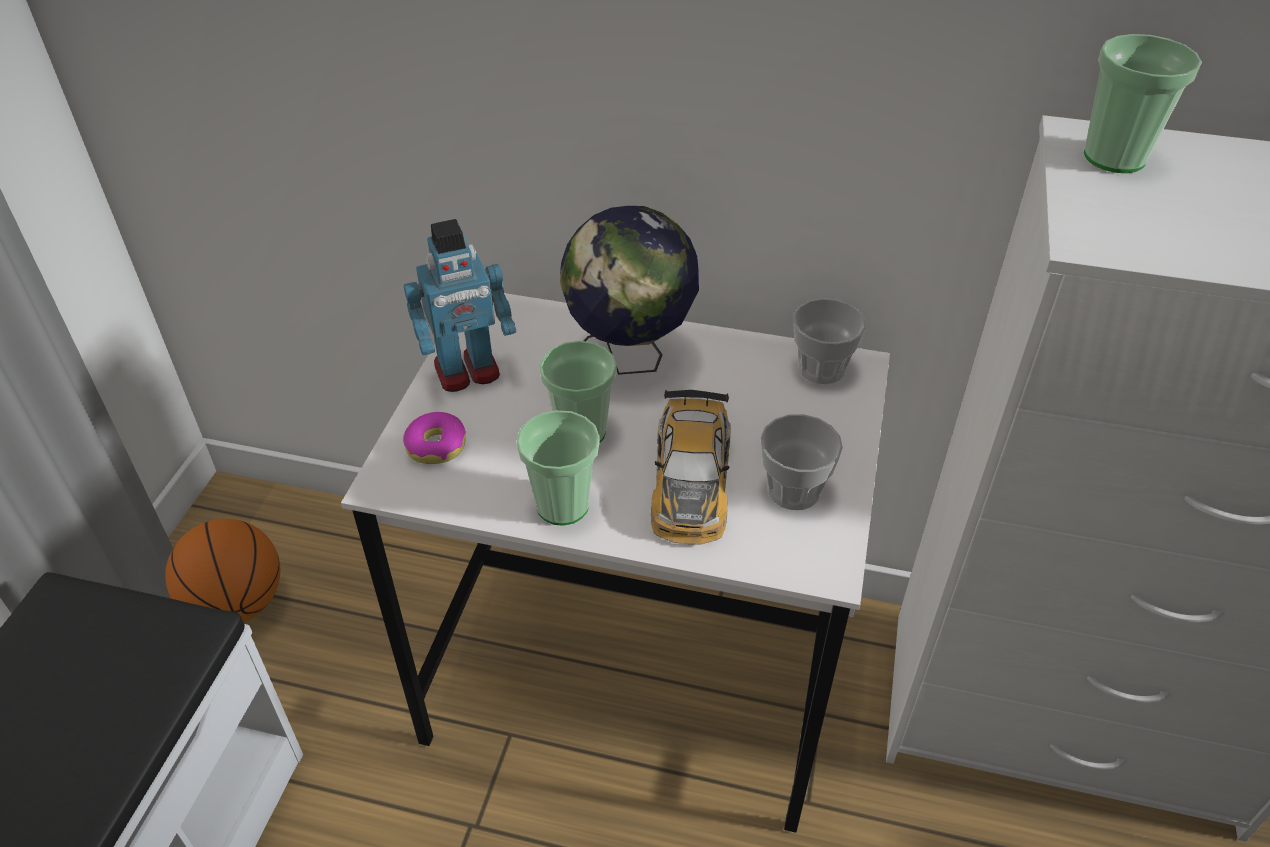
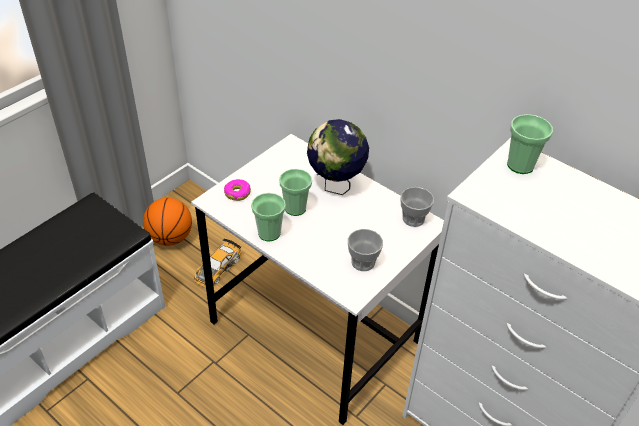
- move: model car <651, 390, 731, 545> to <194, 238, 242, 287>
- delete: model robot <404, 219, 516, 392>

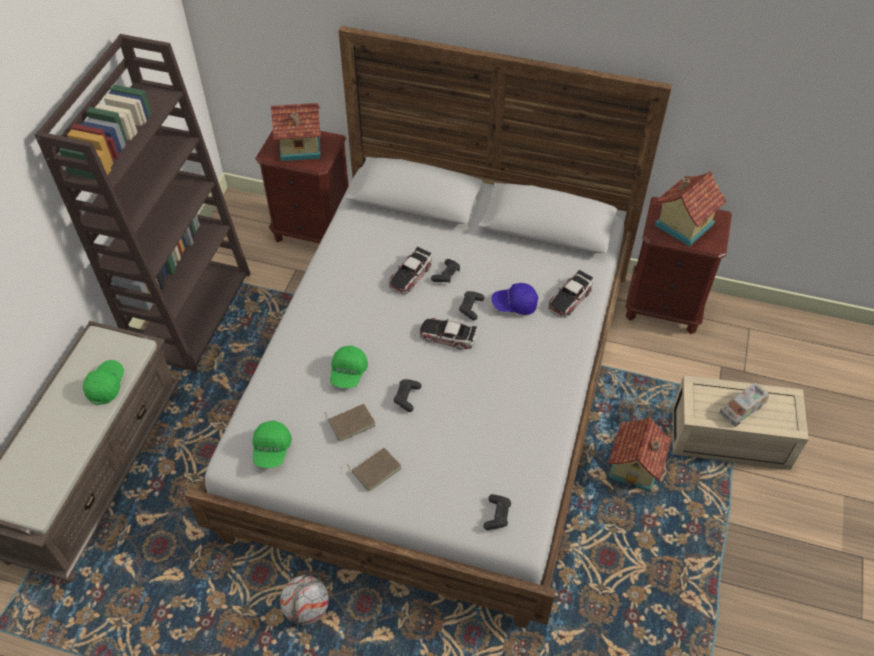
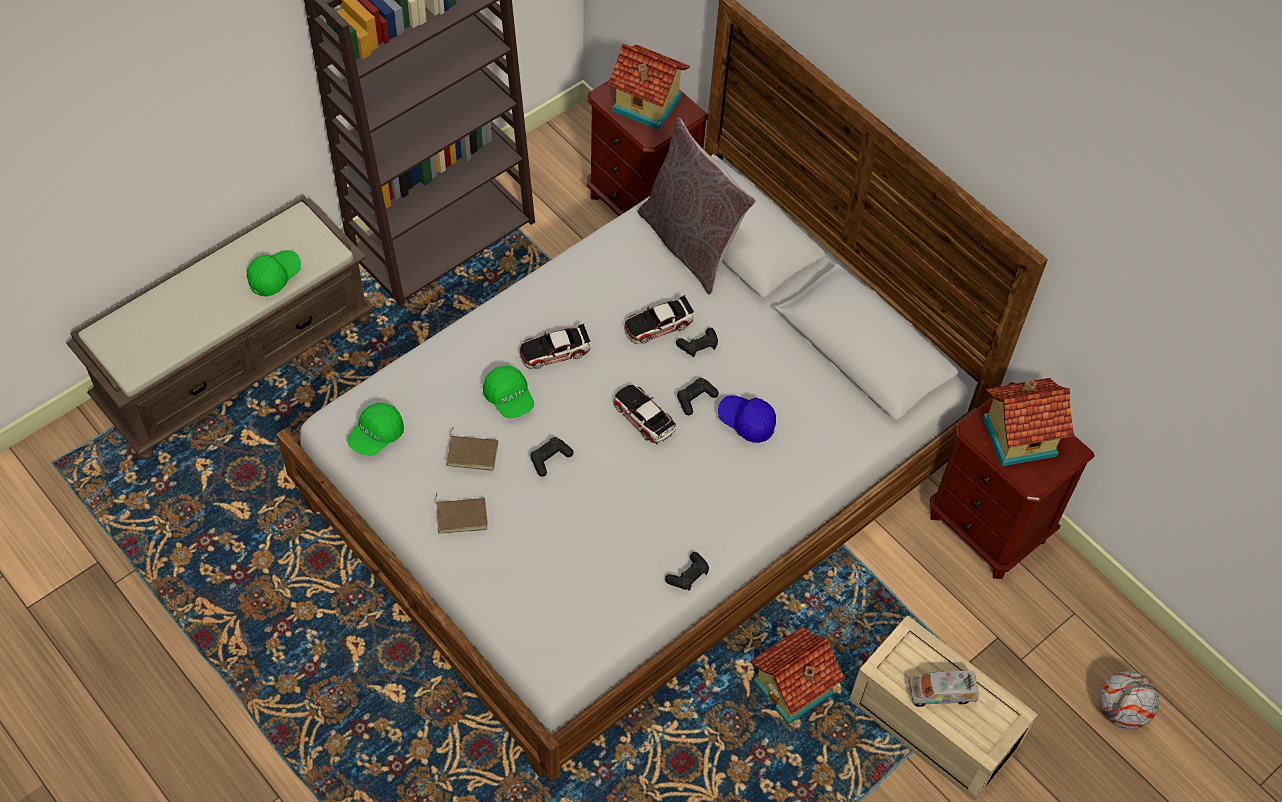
- rotate: greenish baseball cap <330, 346, 368, 388> = <483, 366, 534, 418> 75 degrees counterclockwise
- move: model car <548, 269, 593, 318> to <519, 324, 591, 369>
- insert: grey throw pillow <637, 118, 756, 295>
- move: black-coloured gamepad <483, 494, 511, 530> to <665, 552, 709, 591>
- move: football ball <280, 575, 329, 625> to <1099, 671, 1159, 729>

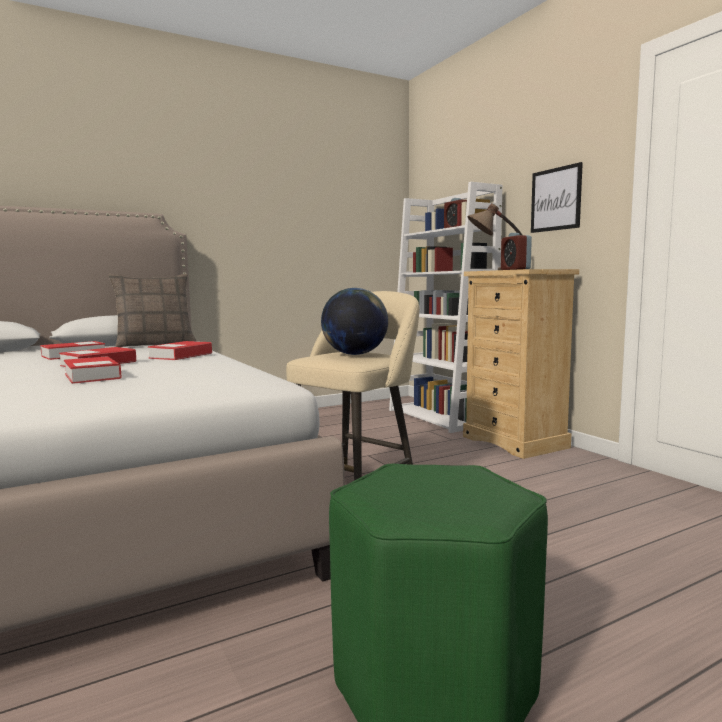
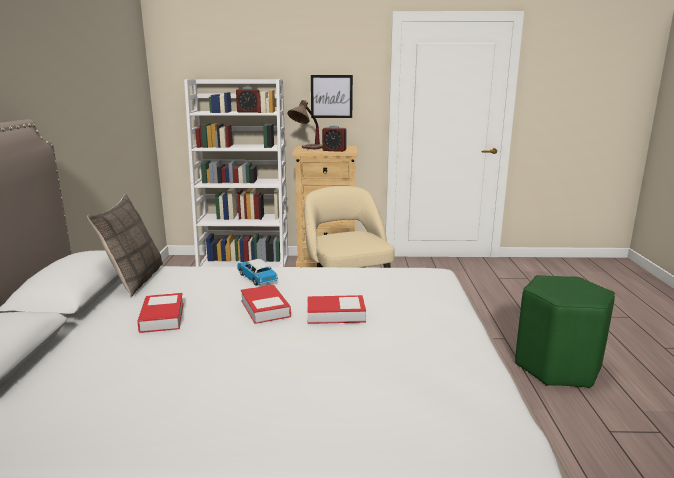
- replace: volume <148, 341, 212, 360> to model car <237, 259, 278, 286>
- delete: desk globe <321, 288, 388, 355>

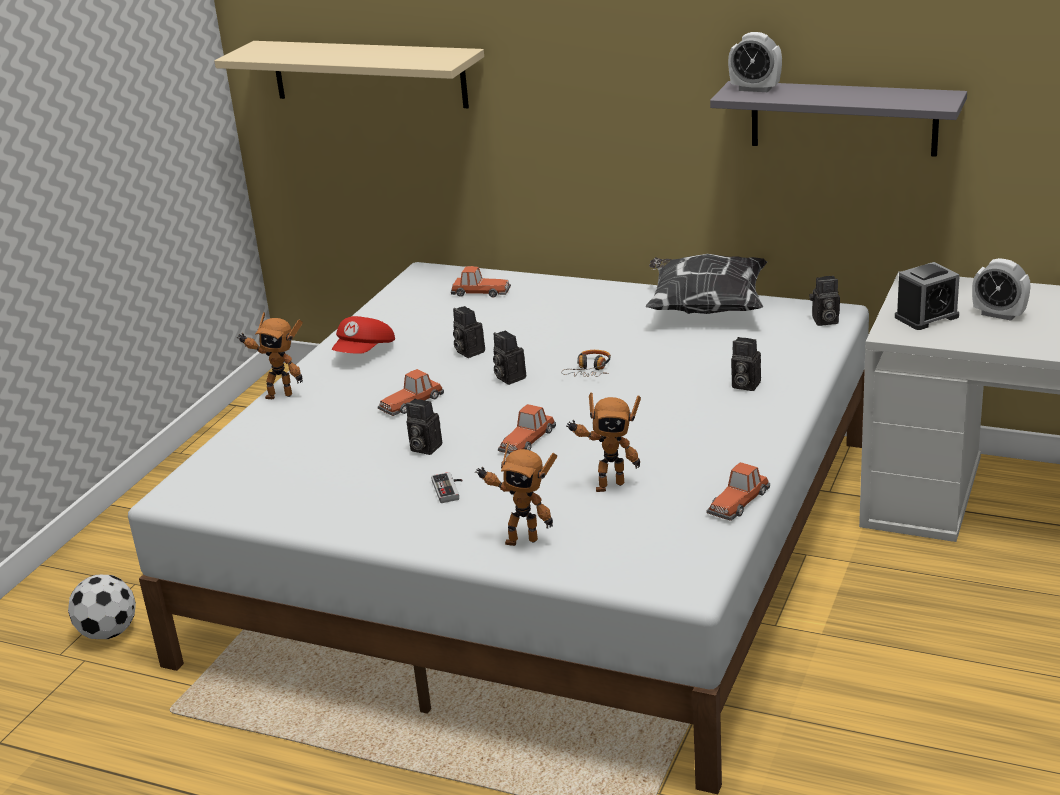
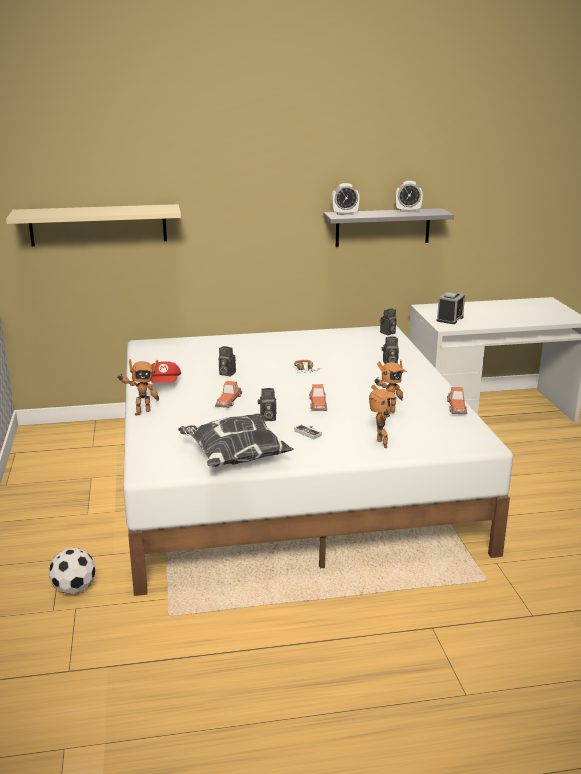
- move: throw pillow <646, 254, 767, 314> to <178, 414, 294, 467>
- rotate: model robot <475, 441, 557, 546> = <369, 384, 395, 448> 75 degrees counterclockwise
- move: alarm clock <972, 258, 1031, 321> to <395, 181, 423, 212>
- delete: model car <451, 266, 511, 298>
- delete: photo camera <493, 331, 526, 385>

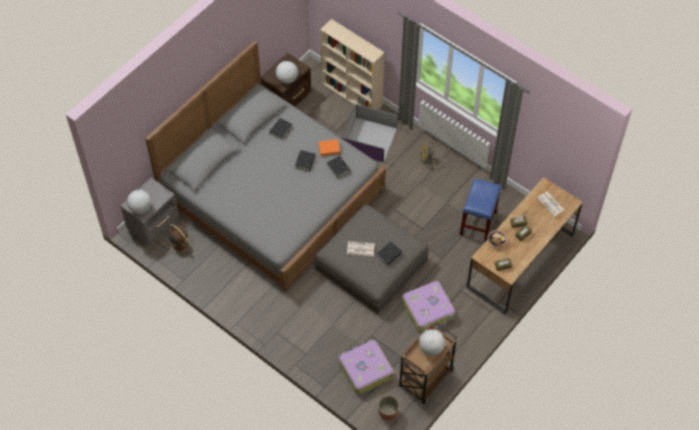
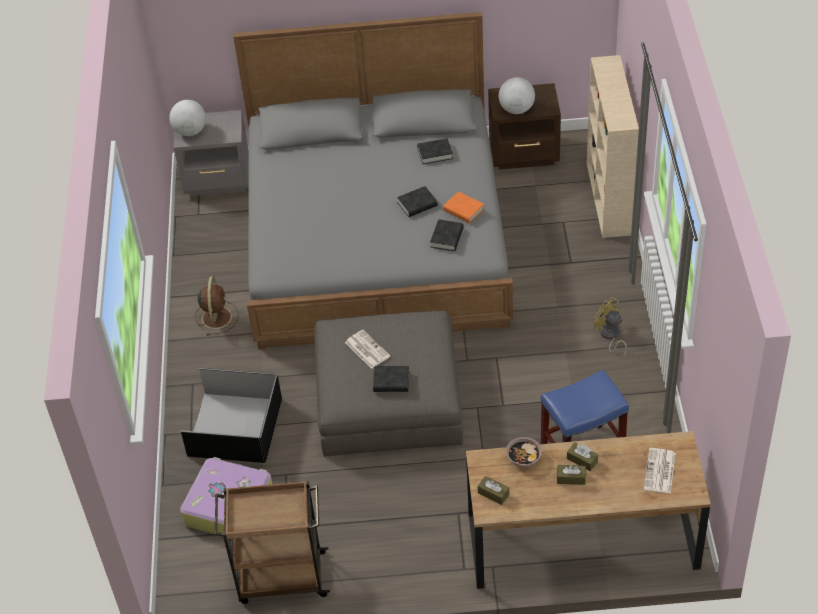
- insert: black-coloured storage bin <181, 368, 282, 463>
- move: brownish electric fan <166, 224, 194, 256> to <195, 276, 238, 335>
- delete: purplish storage bin <341, 104, 398, 162>
- delete: flower pot <378, 396, 399, 421>
- delete: travel case <402, 281, 455, 333>
- delete: desk globe <419, 329, 445, 356>

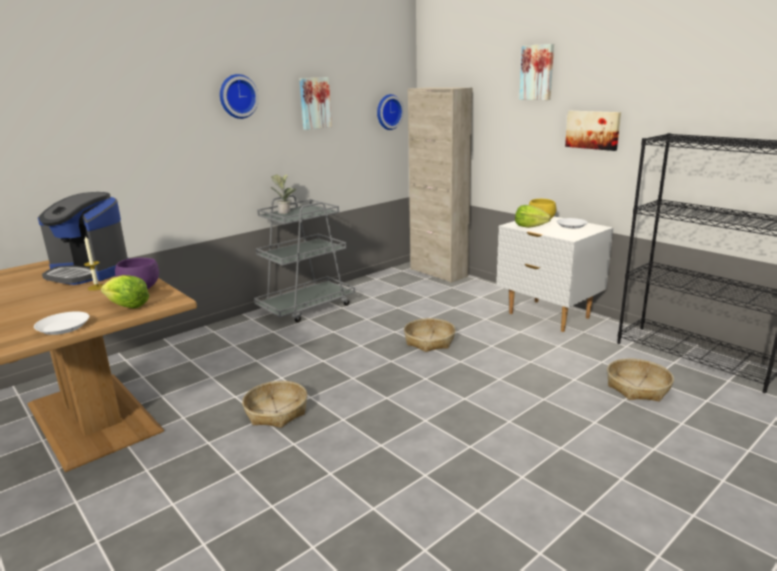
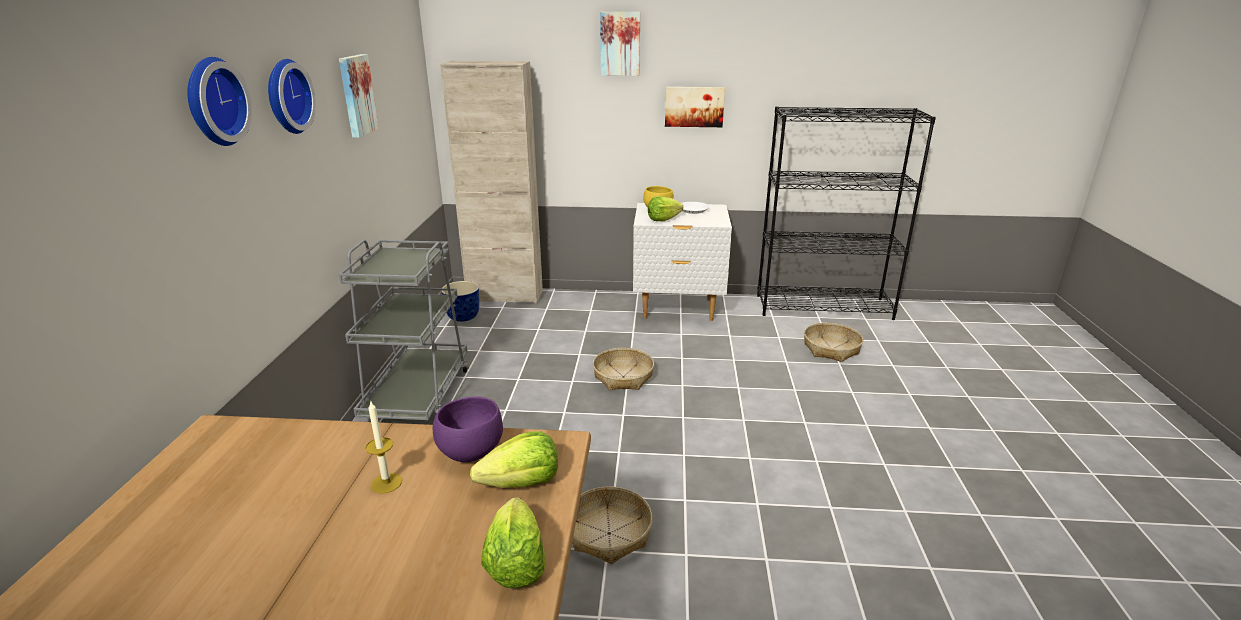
- move: clock on the wall <377, 94, 404, 130> to <187, 57, 252, 146>
- insert: flower pot <441, 281, 479, 322>
- replace: white-coloured flat dish <34, 311, 89, 335> to head of lettuce <481, 498, 545, 589>
- delete: coffee brewer <38, 192, 128, 285>
- delete: houseplant <270, 173, 297, 214>

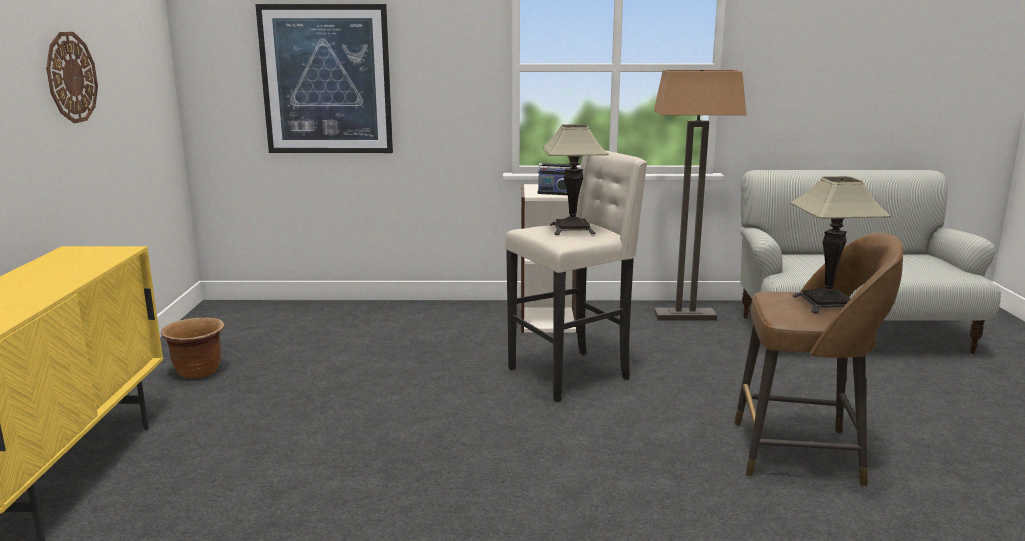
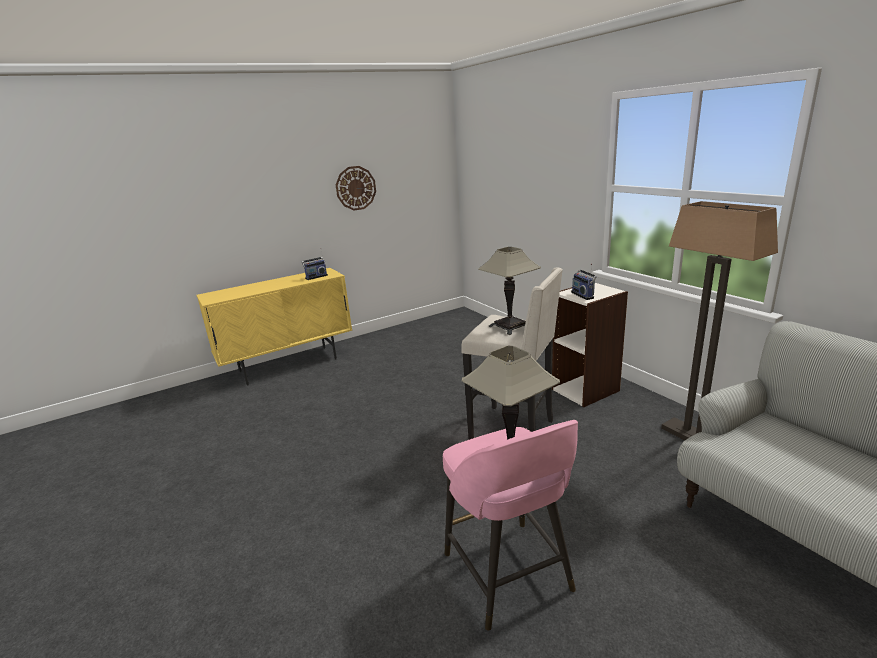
- insert: radio receiver <302, 248, 328, 280>
- recolor: brownish stool <734, 233, 903, 487> to pinkish stool <443, 420, 578, 631>
- delete: brownish flower pot <161, 318, 225, 379>
- delete: picture <255, 4, 393, 153>

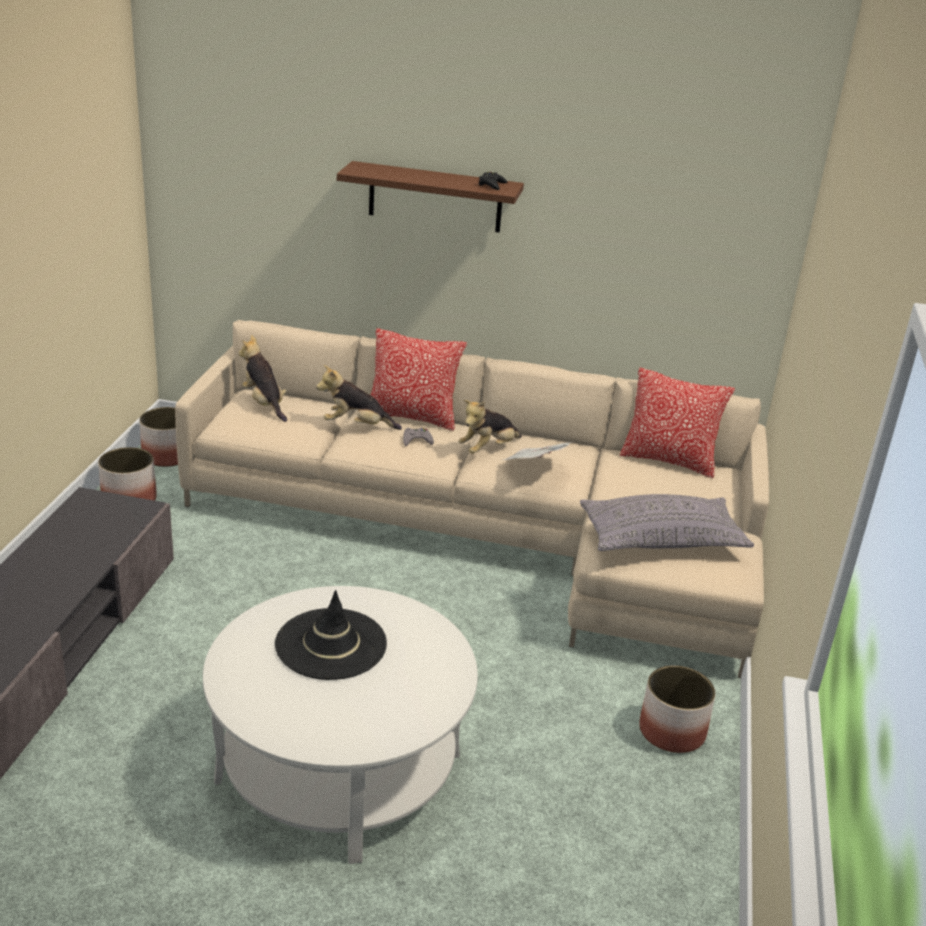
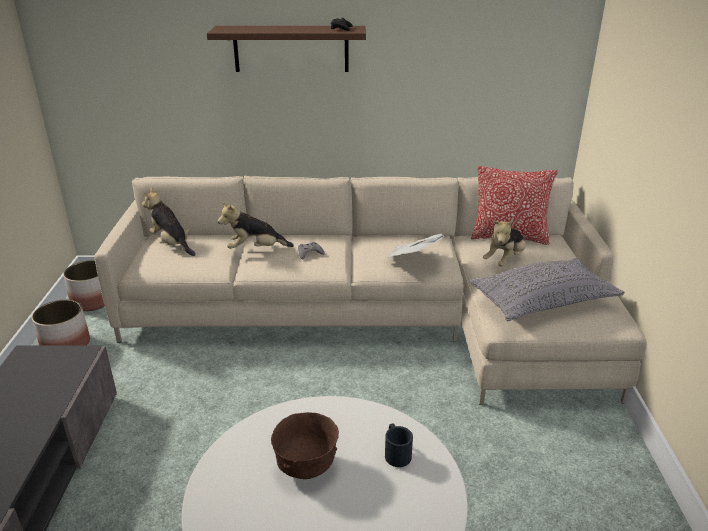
- replace: black-coloured wearable hat <275, 590, 387, 680> to brownish serving bowl <271, 412, 339, 479>
- insert: black-coloured mug <385, 424, 413, 467>
- move: plush toy <458, 400, 521, 454> to <483, 220, 526, 266>
- delete: throw pillow <371, 328, 467, 431>
- delete: flower pot <639, 665, 716, 753>

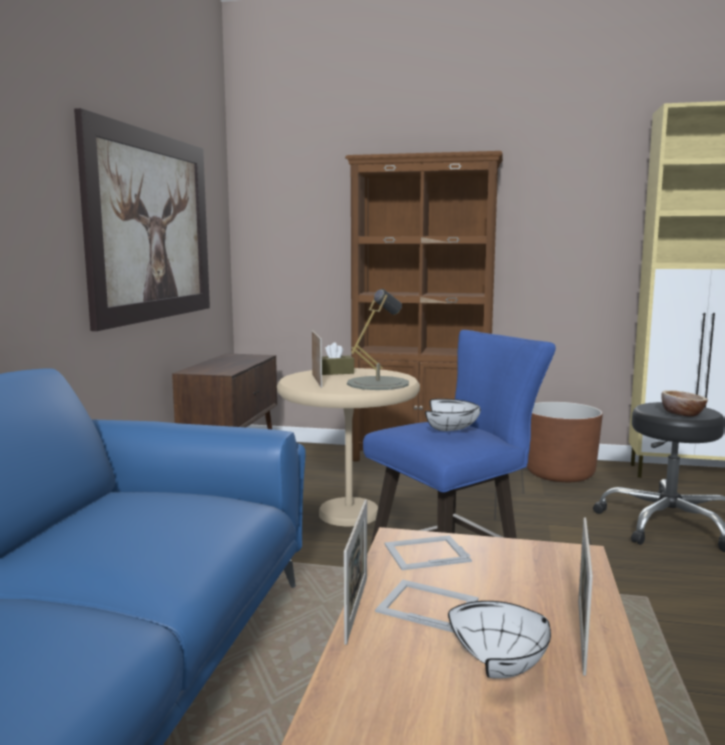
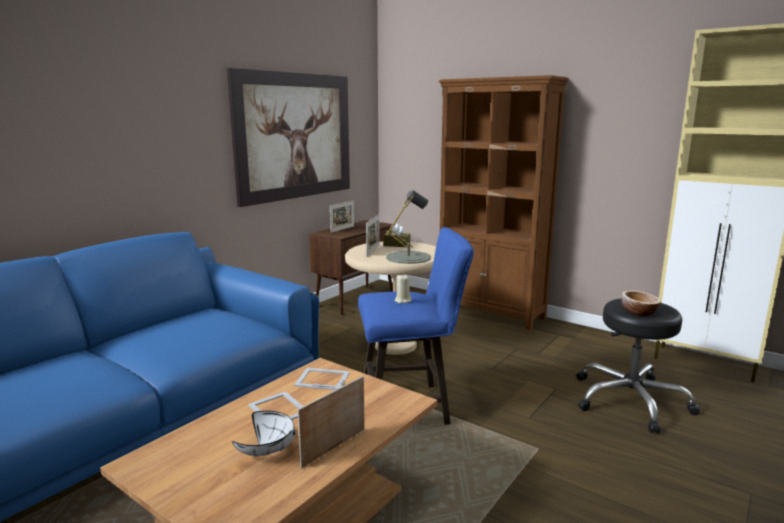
- move: photo frame <344, 500, 367, 645> to <330, 201, 354, 233>
- replace: white-coloured serving bowl <425, 399, 481, 431> to beige candle <395, 274, 412, 304>
- delete: brownish flower pot <527, 402, 603, 482>

